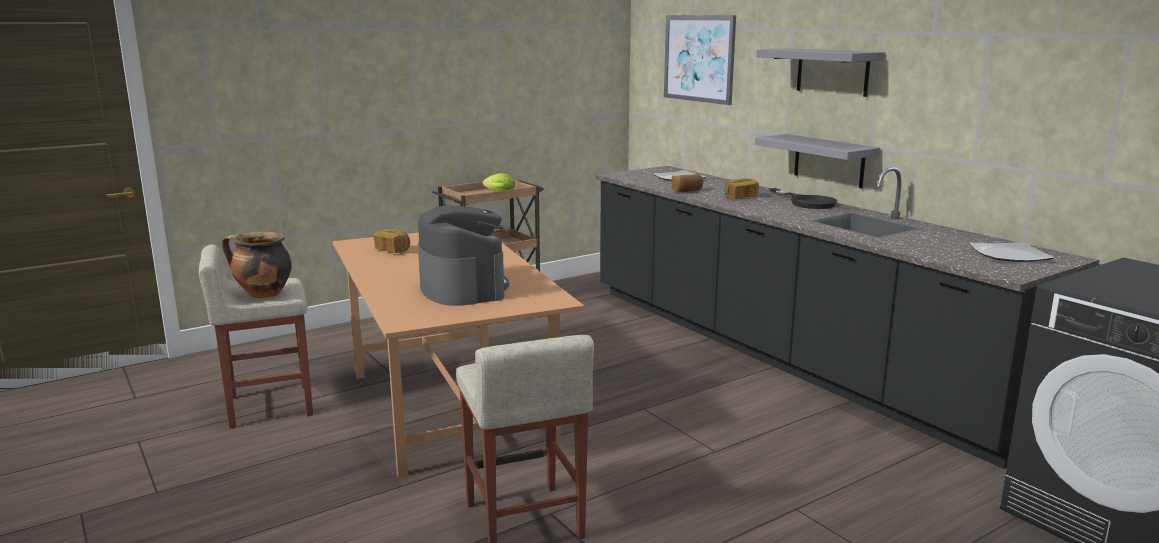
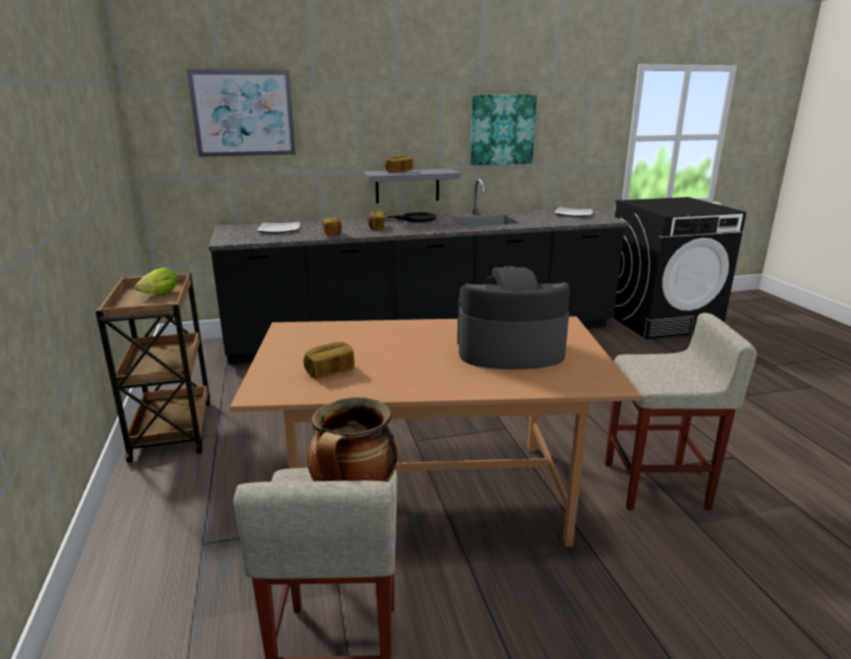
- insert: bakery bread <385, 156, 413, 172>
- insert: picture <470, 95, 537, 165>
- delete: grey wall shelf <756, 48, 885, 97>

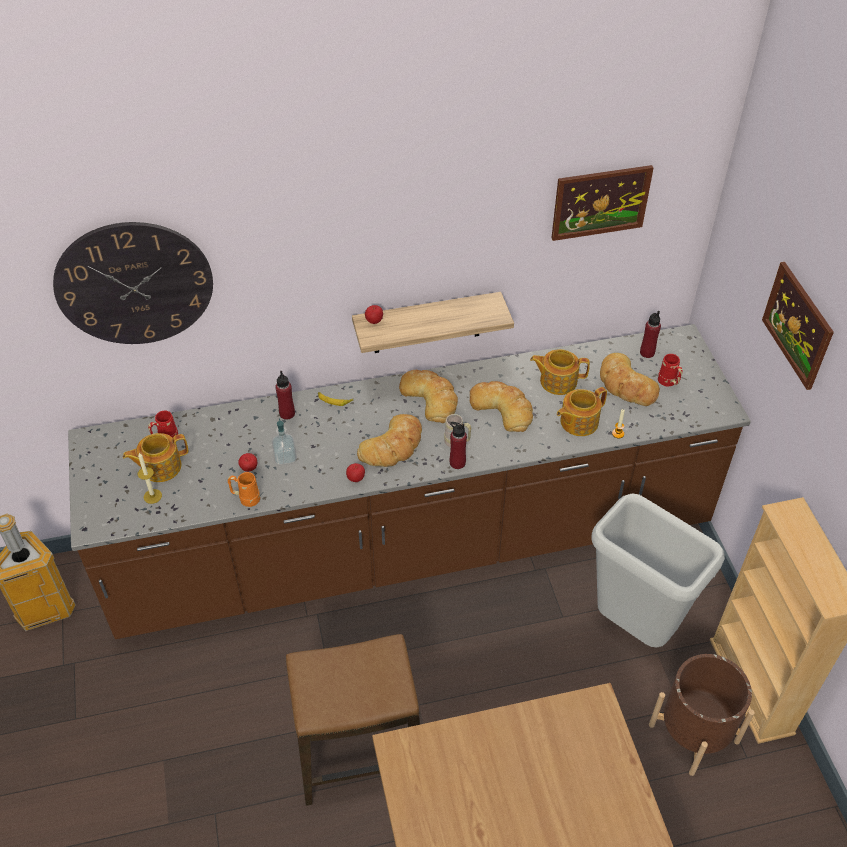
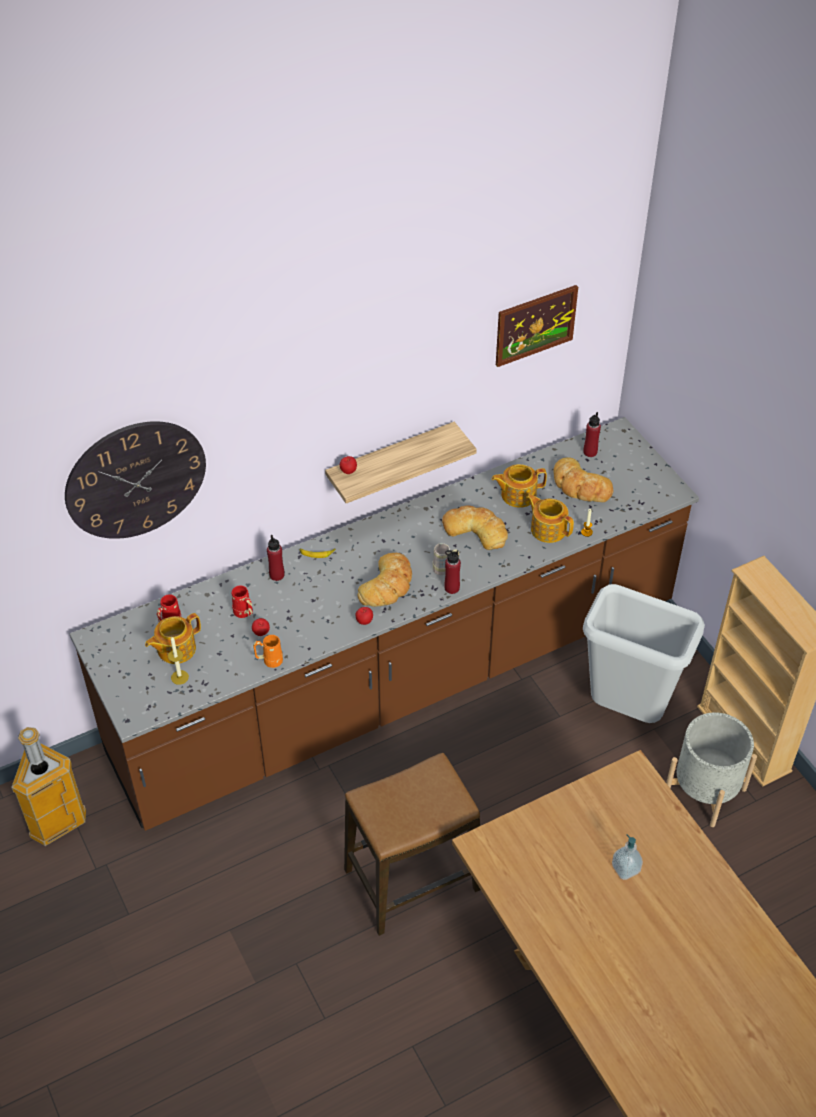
- move: red-coloured mug <658, 354, 682, 386> to <231, 586, 253, 618>
- rotate: tea pot <557, 387, 607, 436> = <527, 494, 574, 543> 90 degrees clockwise
- move: liquid soap bottle <271, 418, 297, 465> to <612, 834, 643, 880>
- recolor: brownish flower pot <649, 654, 755, 776> to grey flower pot <666, 712, 757, 827>
- delete: bakery bread <399, 370, 458, 423>
- delete: picture <762, 262, 834, 390>

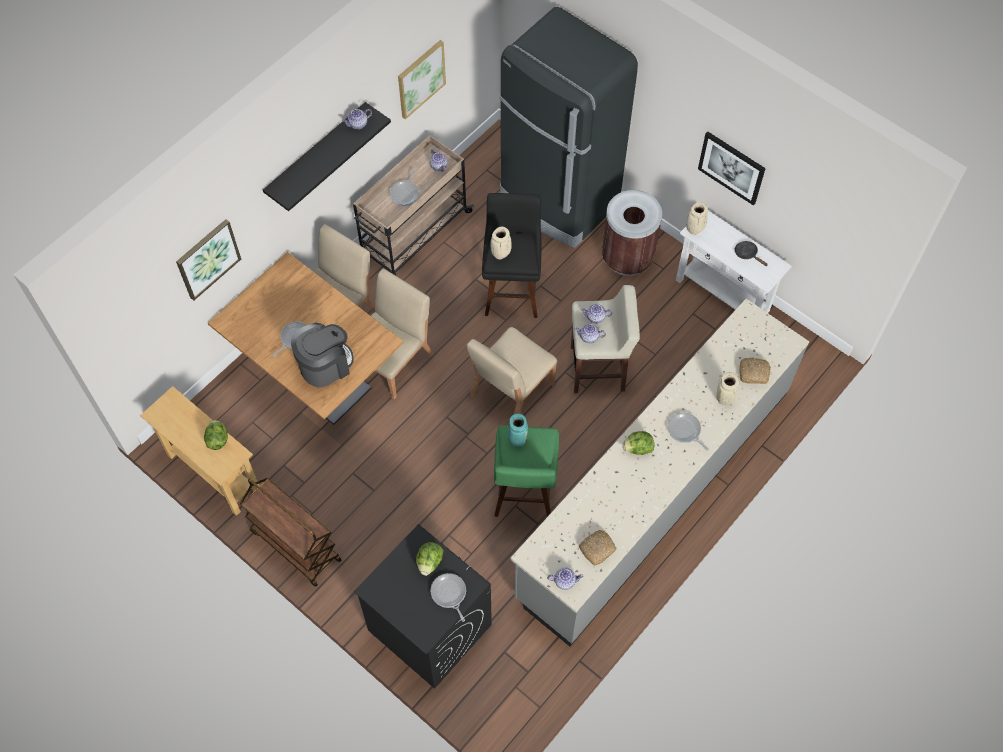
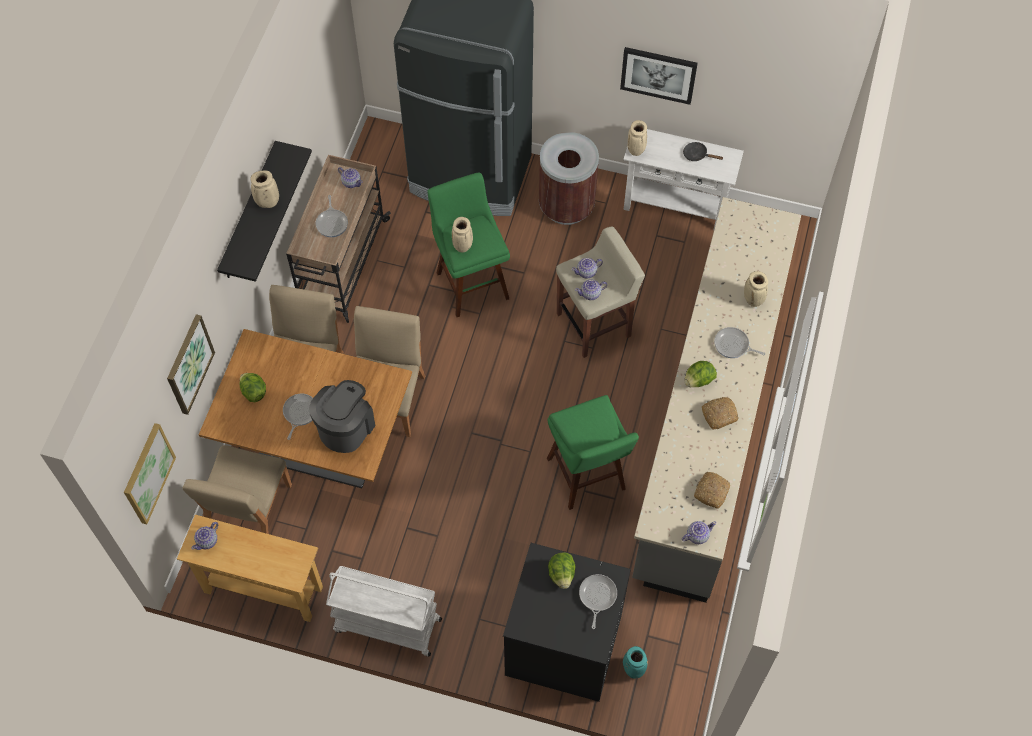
- move: picture <398, 40, 446, 119> to <124, 423, 176, 524>
- move: beige plain chair <466, 327, 557, 414> to <183, 445, 292, 534>
- move: tea pot <342, 109, 372, 129> to <191, 522, 218, 550>
- move: head of lettuce <204, 420, 228, 450> to <240, 373, 266, 402>
- insert: beige vase <251, 170, 279, 208>
- recolor: brownish cart <240, 478, 341, 587> to white-coloured cart <326, 566, 442, 656>
- recolor: black-coloured stool <482, 193, 541, 318> to greenish stool <427, 173, 510, 317>
- rotate: frying pan <430, 573, 466, 622> = <579, 574, 617, 629> 60 degrees clockwise
- move: turquoise vase <508, 414, 528, 447> to <623, 646, 648, 679>
- move: bakery bread <739, 358, 771, 384> to <702, 397, 739, 429>

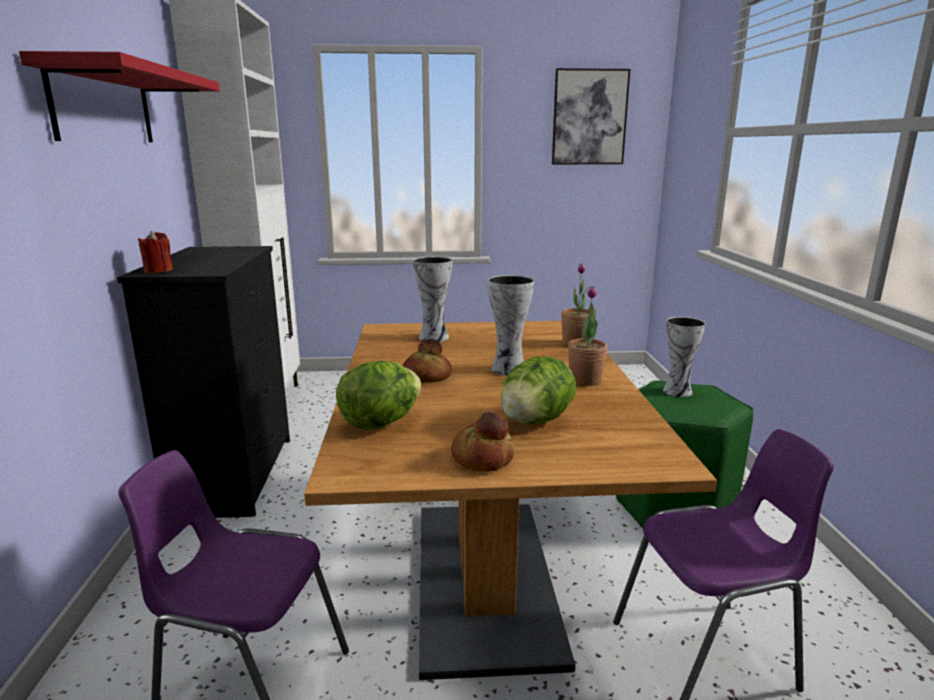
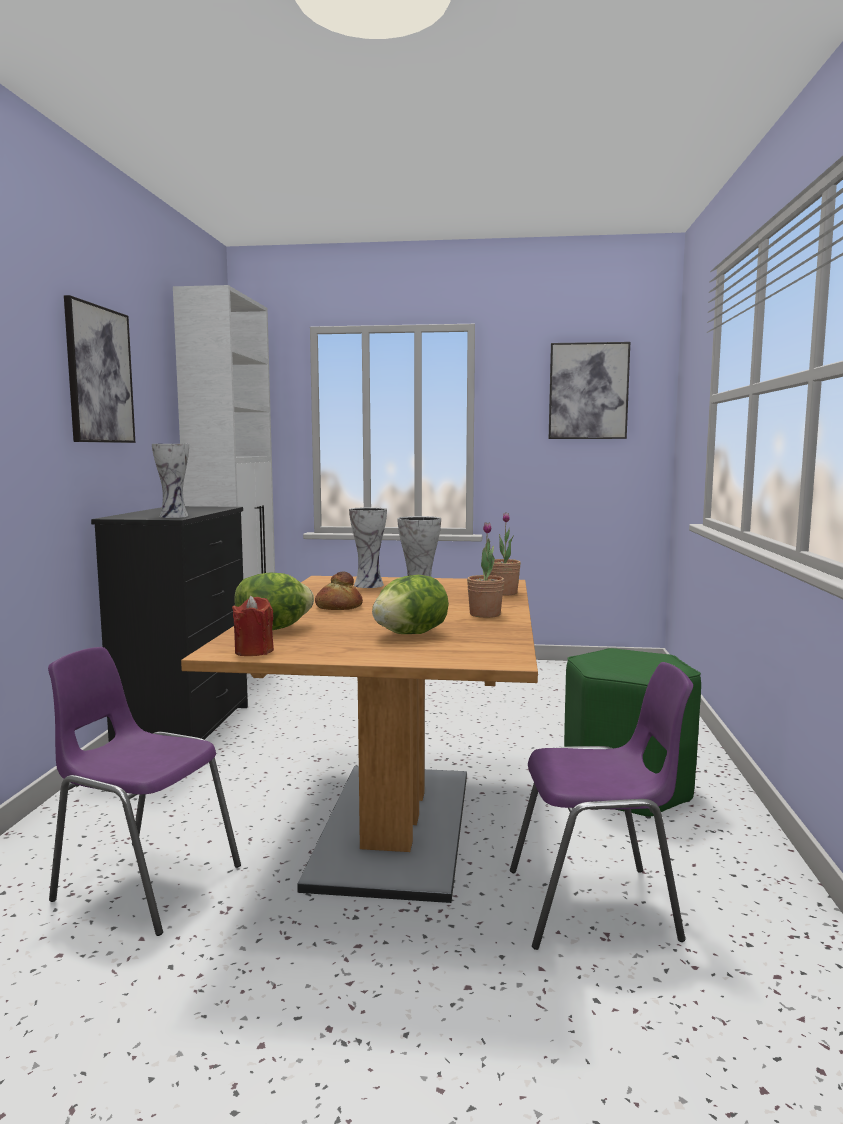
- replace: red-coloured wall shelf <19, 51, 220, 142> to picture <64, 295, 135, 443>
- move: vase <663, 317, 706, 397> to <152, 444, 189, 518>
- move: red-coloured candle <138, 231, 173, 273> to <232, 596, 274, 656>
- delete: bakery bread <451, 412, 515, 472>

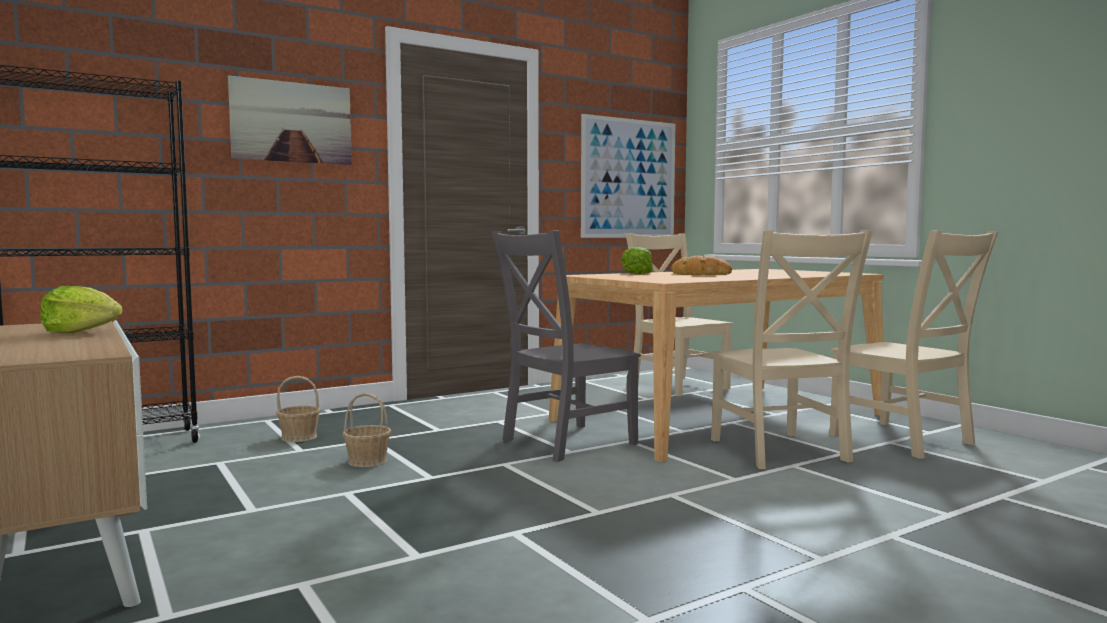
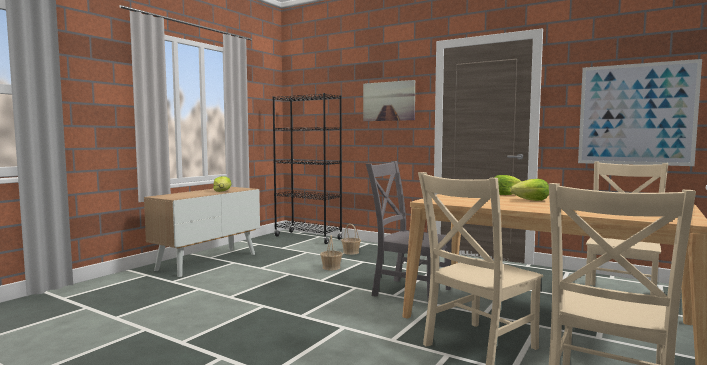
- replace: bakery bread <671, 256, 732, 275> to head of lettuce <510, 179, 549, 201>

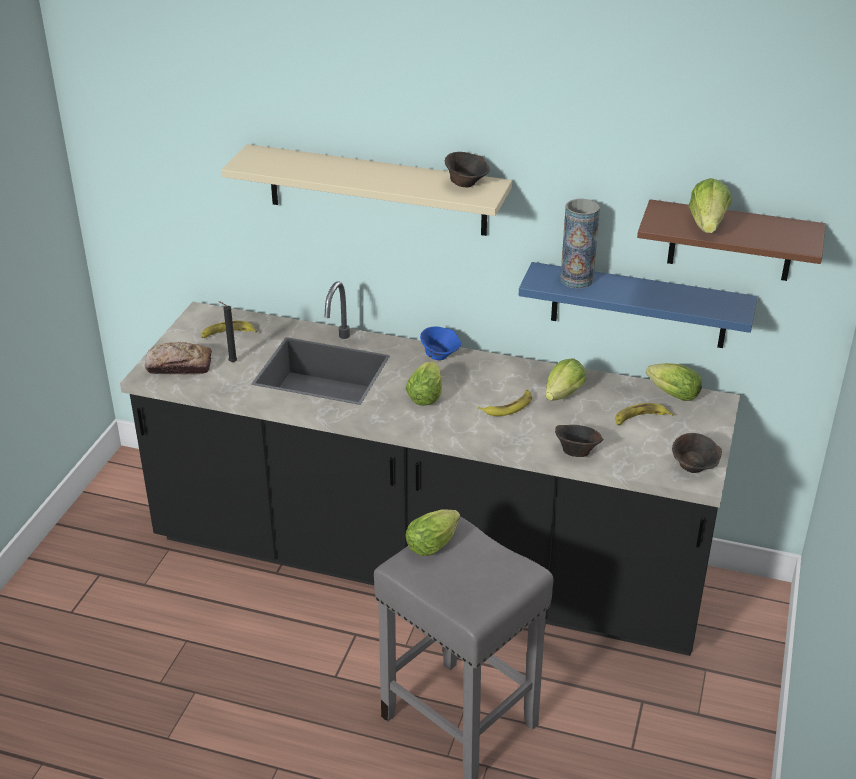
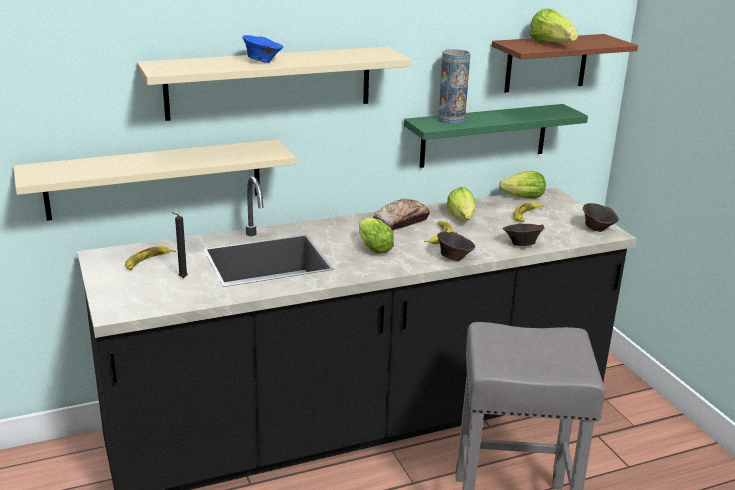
- insert: beige wall shelf <14, 140, 296, 221>
- move: bluish serving bowl <420, 327, 461, 360> to <242, 35, 283, 63>
- move: bakery bread <145, 342, 212, 375> to <373, 199, 430, 230>
- recolor: bluish wall shelf <519, 262, 757, 348> to greenish wall shelf <404, 104, 588, 168>
- move: brownish serving bowl <445, 152, 490, 188> to <437, 232, 475, 261>
- delete: head of lettuce <405, 509, 460, 556>

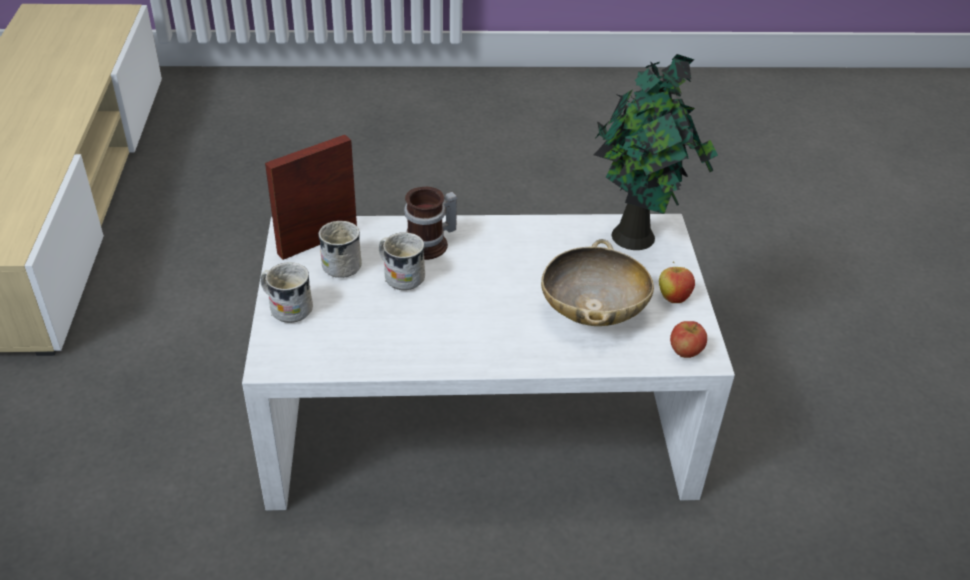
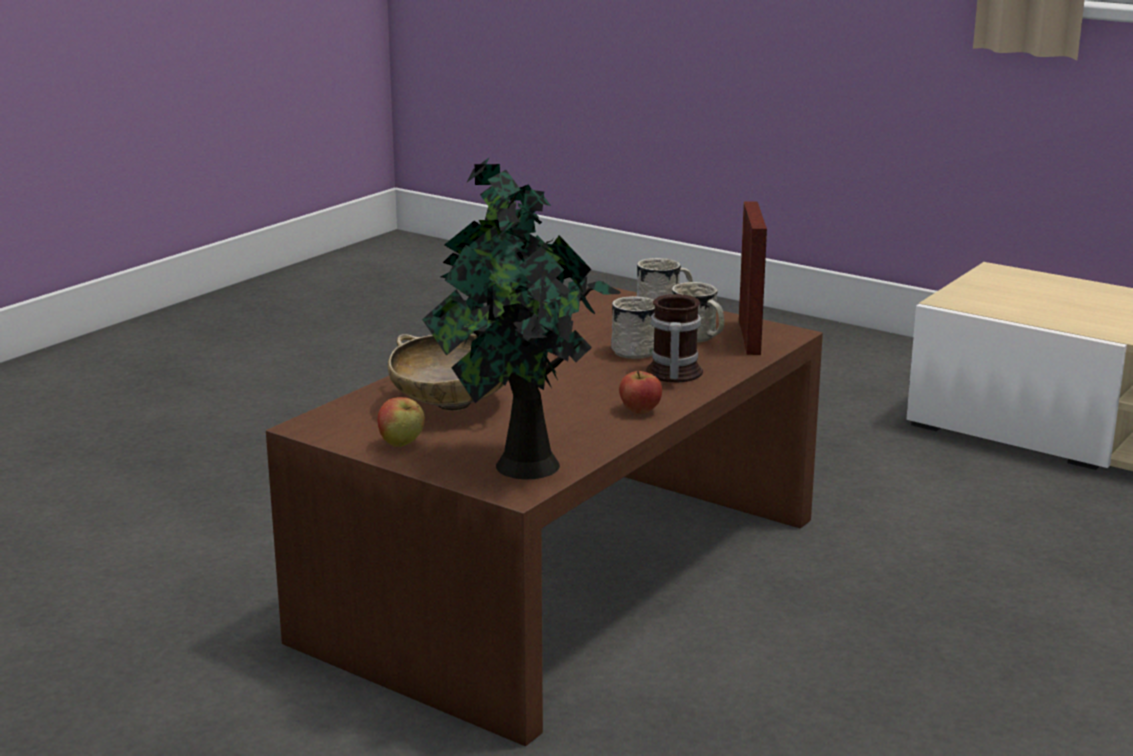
- recolor: white-coloured lounge table <242, 214, 735, 511> to brownish lounge table <266, 287, 823, 746>
- move: whole apple <670, 321, 707, 358> to <619, 370, 662, 414>

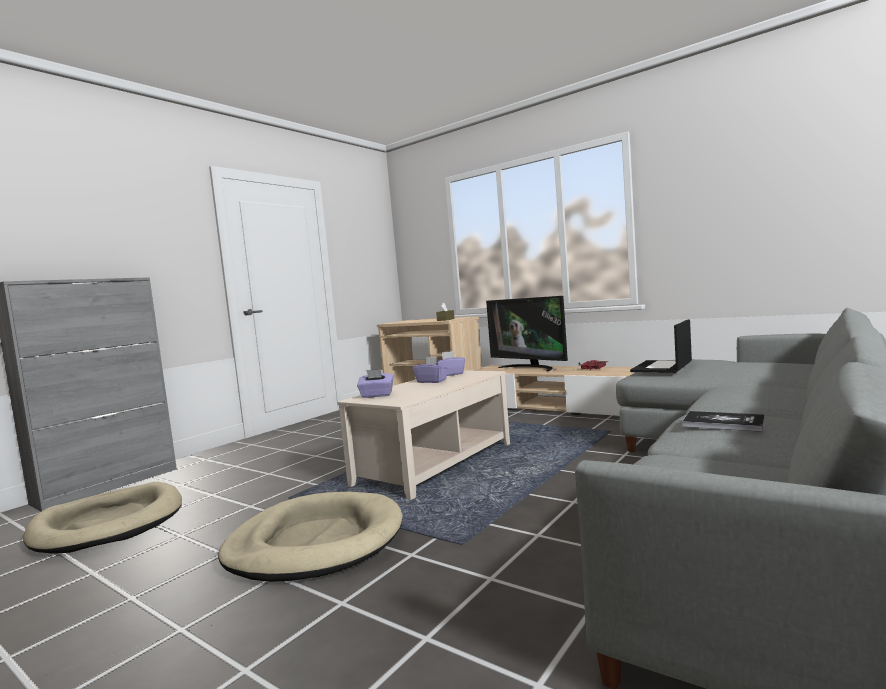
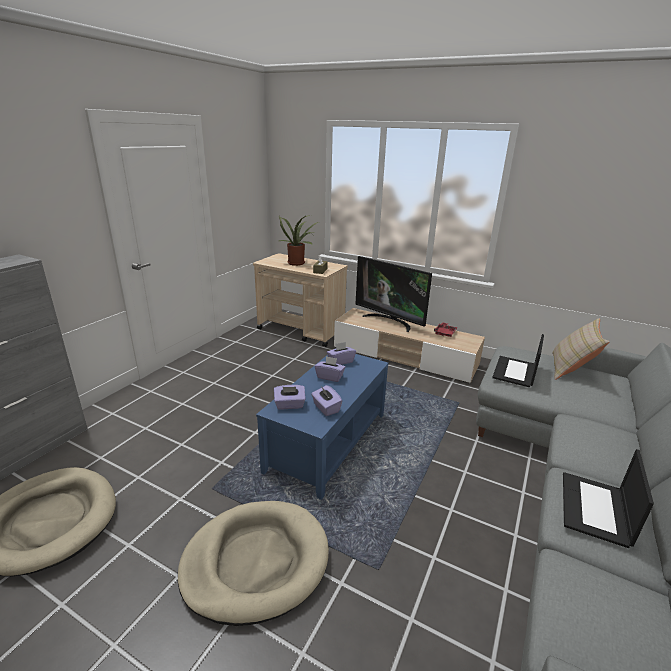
- recolor: beige lounge table <337, 370, 510, 500> to bluish lounge table <256, 348, 389, 500>
- insert: houseplant <279, 215, 319, 266>
- insert: purplish box of tissues <311, 385, 342, 416>
- insert: beige throw pillow <552, 318, 609, 380>
- replace: volume <682, 411, 765, 432> to laptop <563, 449, 654, 548>

